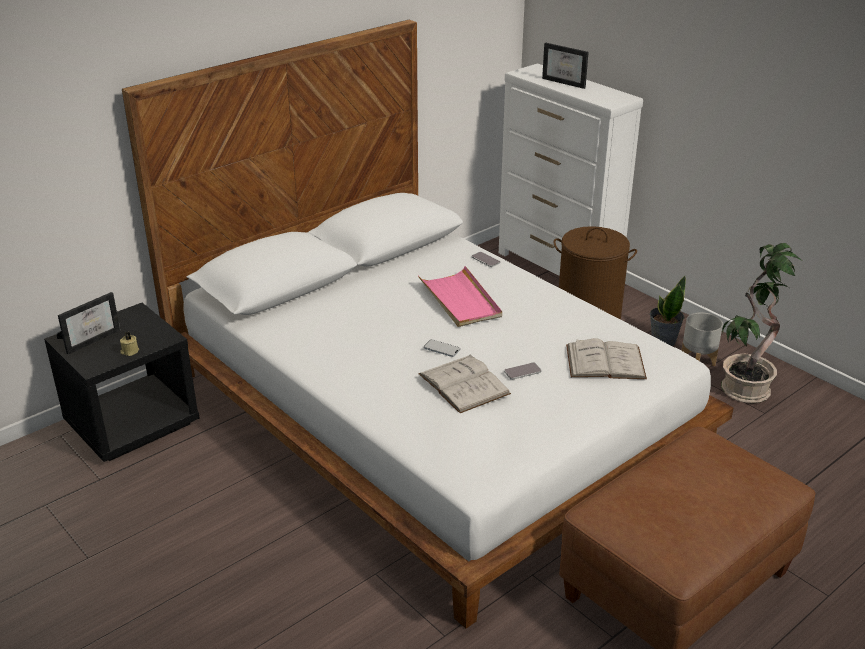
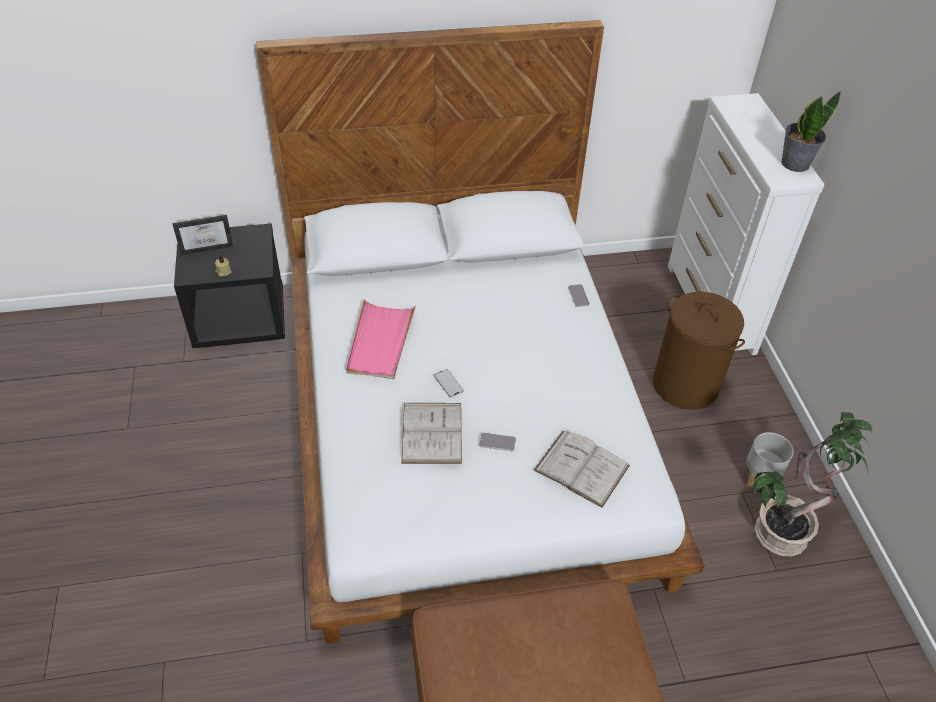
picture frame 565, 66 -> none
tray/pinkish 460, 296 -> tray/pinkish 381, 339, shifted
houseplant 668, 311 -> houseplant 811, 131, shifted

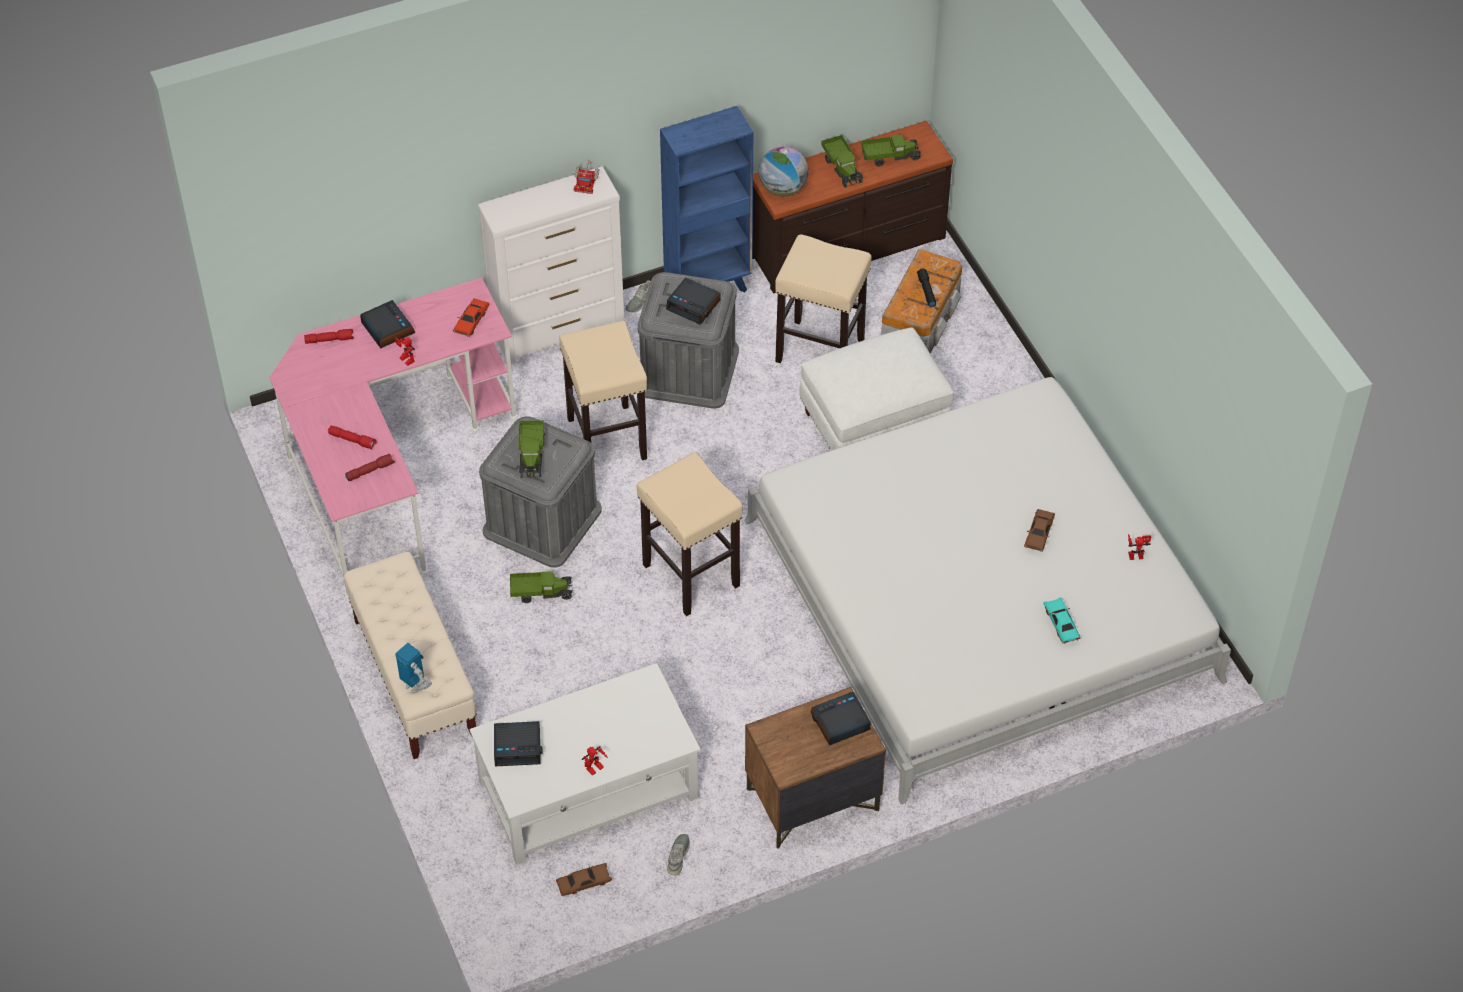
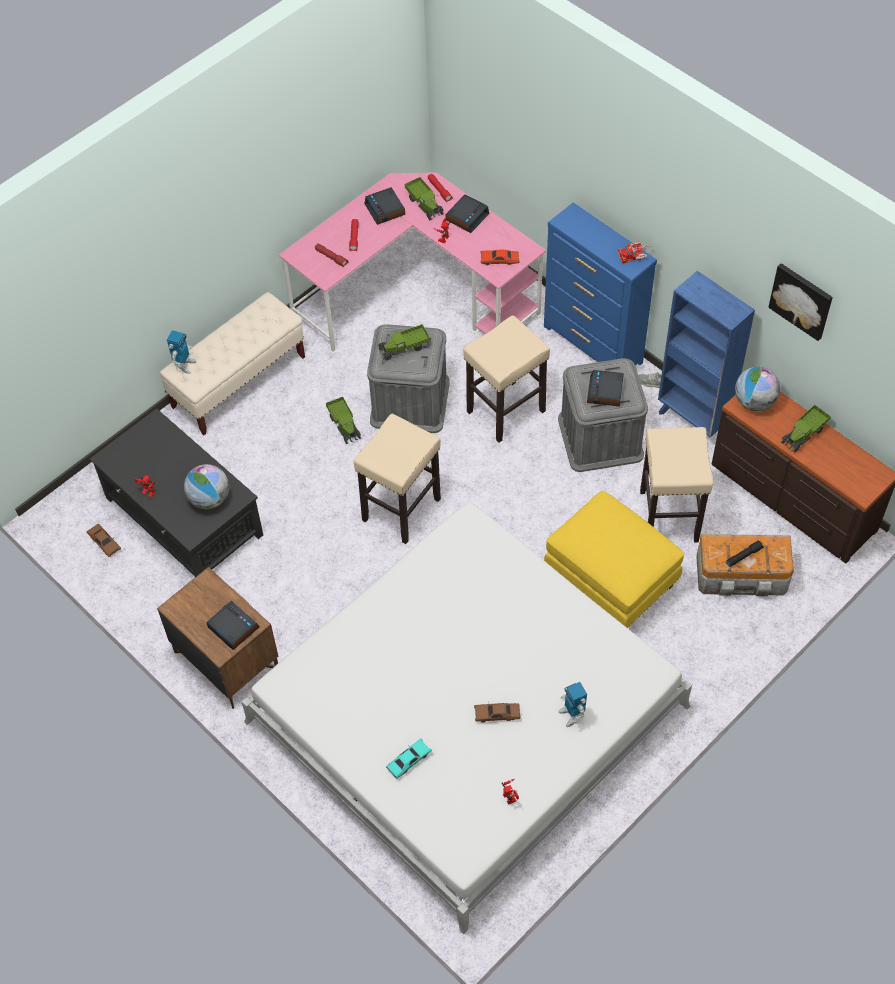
low shoe/gray 678, 854 -> none
none -> world globe 206, 486
none -> robot figure 572, 704
none -> wall art 800, 302
alarm clock 518, 743 -> alarm clock 384, 206, shifted
toy lorry 891, 151 -> toy lorry 423, 198, shifted
low table/whitish 584, 764 -> low table/blackish 176, 492
drawer chest/whitish 551, 265 -> drawer chest/blue 600, 283
ottoman/whitish 877, 388 -> ottoman/yellow-coloured 614, 559

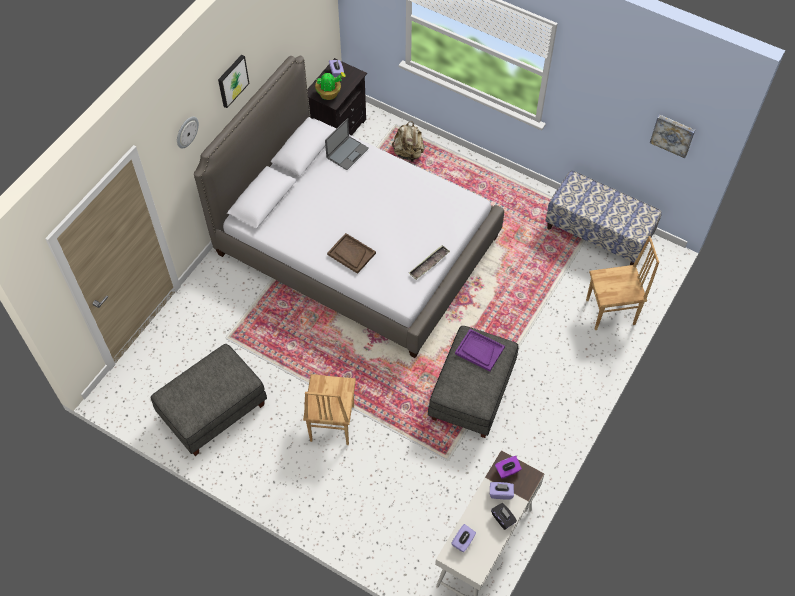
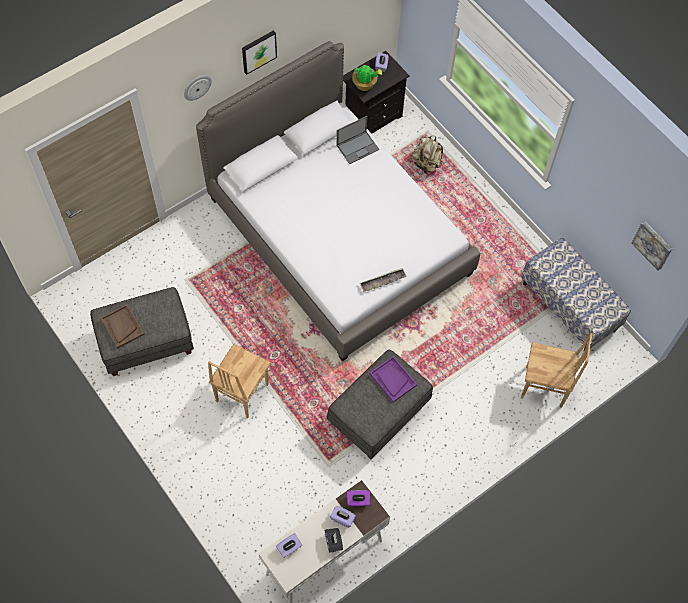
tray/brownish 351, 253 -> tray/brownish 122, 326, shifted

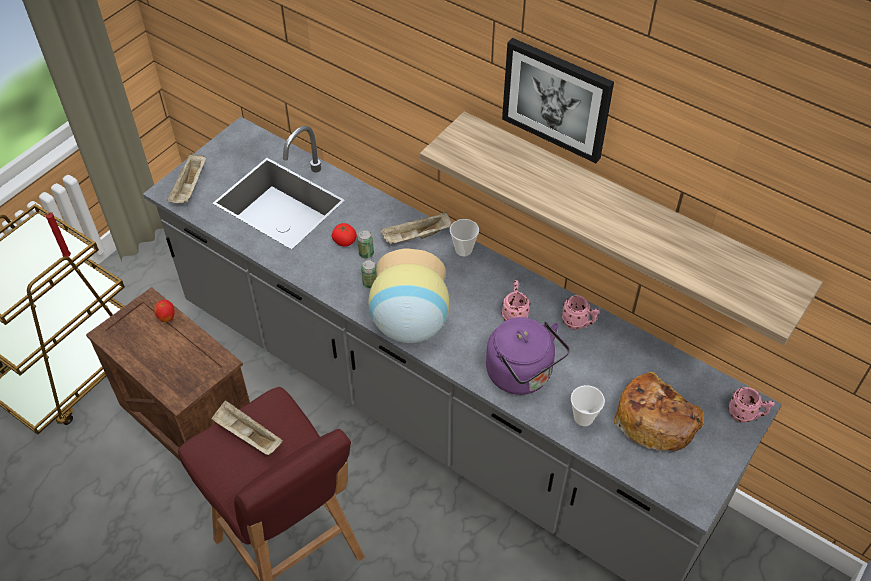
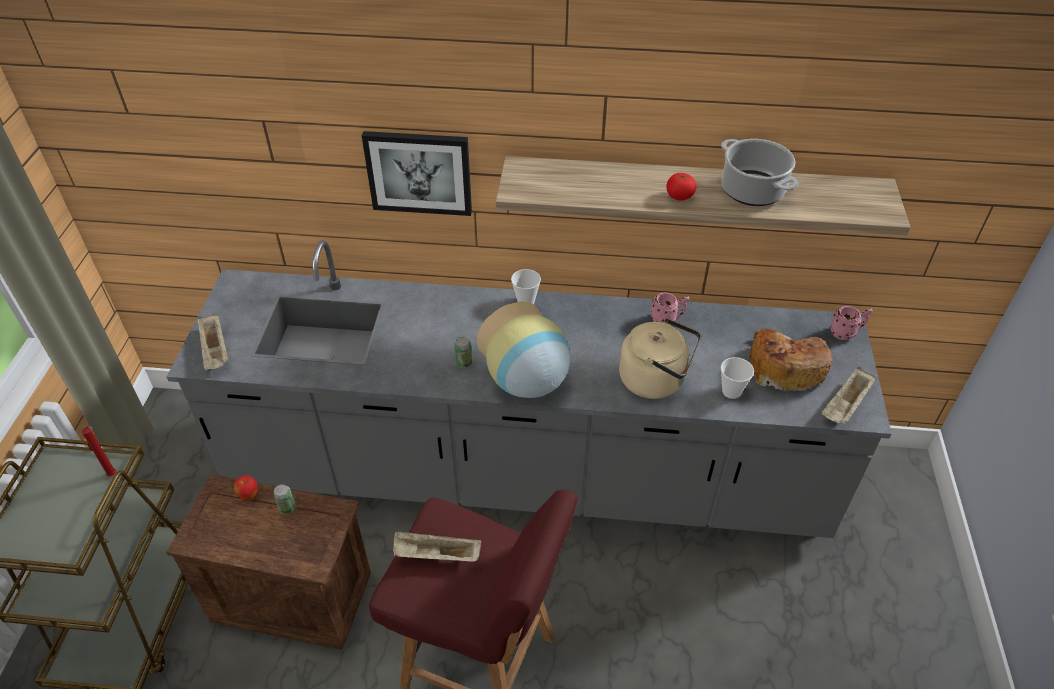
coffee mug/pinkish 516, 300 -> none
none -> cooking pot 759, 172
fresh tomato 344, 235 -> fresh tomato 681, 186, shifted
metal can 365, 244 -> metal can 284, 499, shifted
tray/beige 416, 228 -> tray/beige 848, 395, shifted
wall art 558, 100 -> wall art 417, 173, shifted
tea kettle/purplish 528, 356 -> tea kettle/beige 660, 358

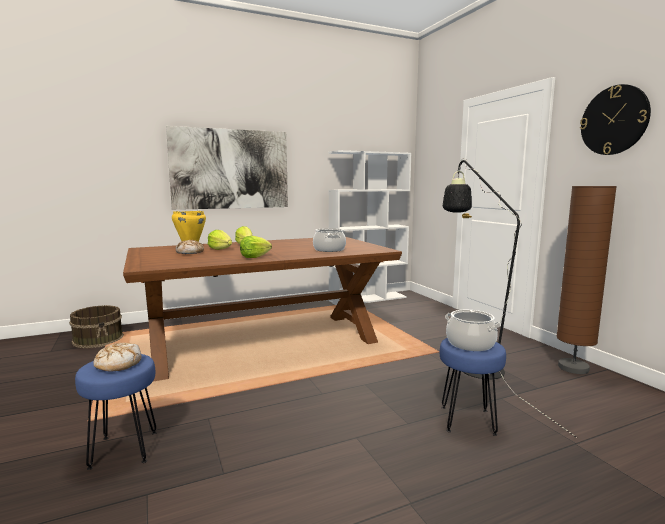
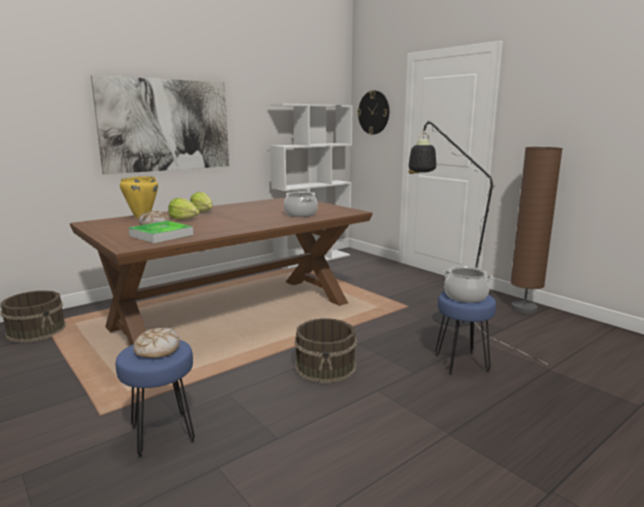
lettuce head 256, 247 -> none
none -> tray 161, 232
none -> bucket/brownish 326, 350
wall clock 615, 119 -> wall clock 373, 113, shifted

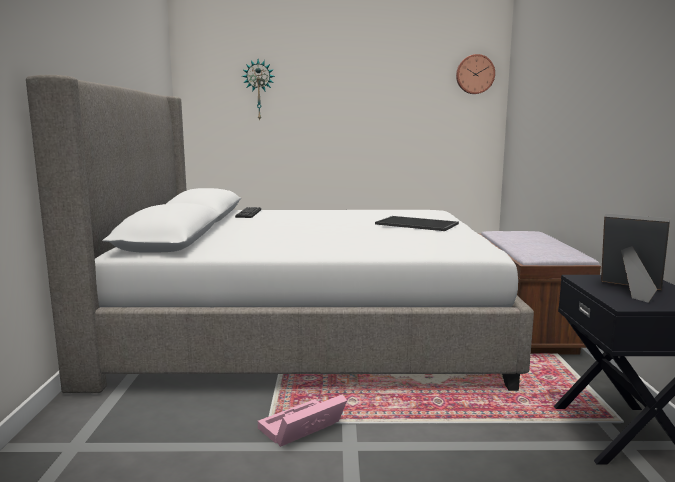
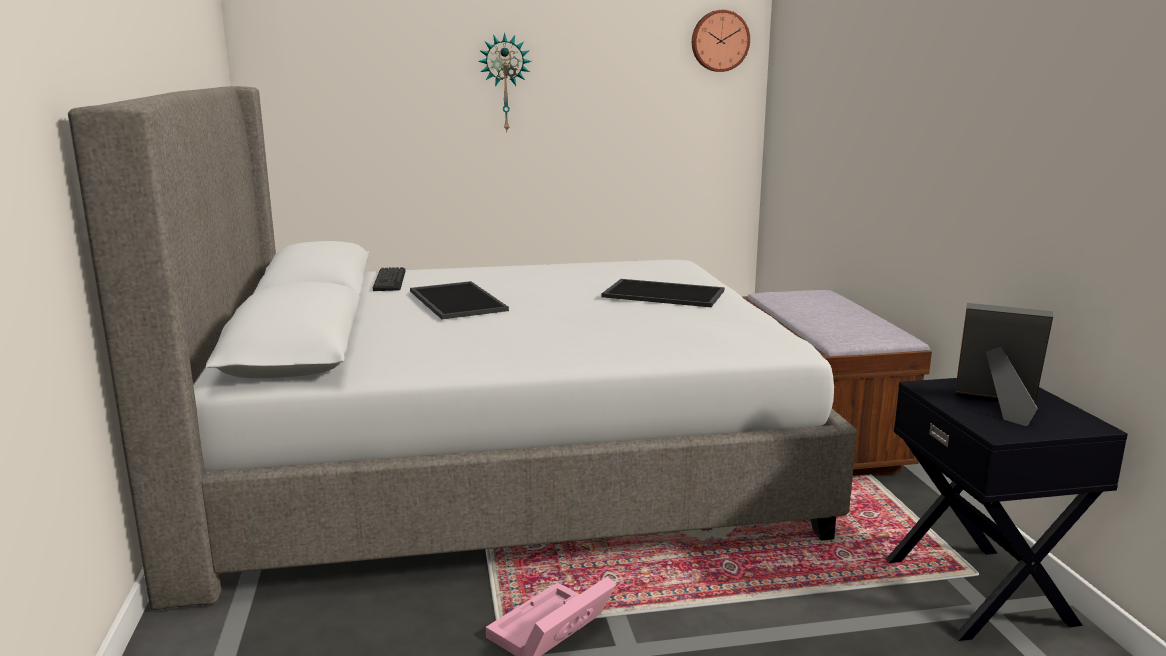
none -> tray 459, 300
wall clock 258, 89 -> wall clock 505, 83, shifted

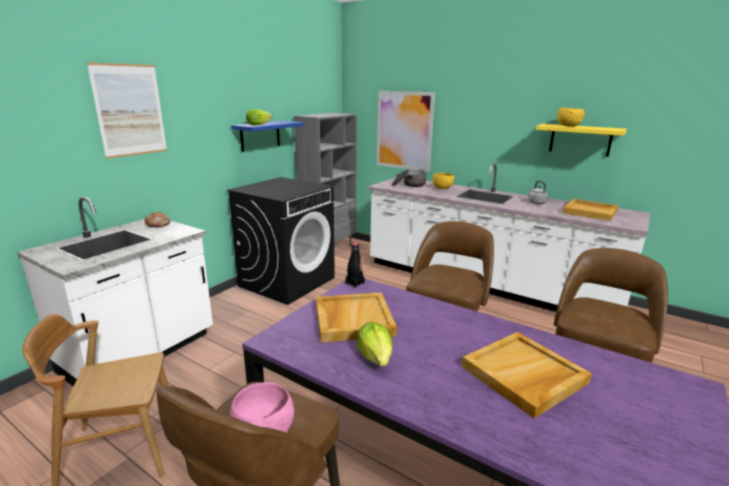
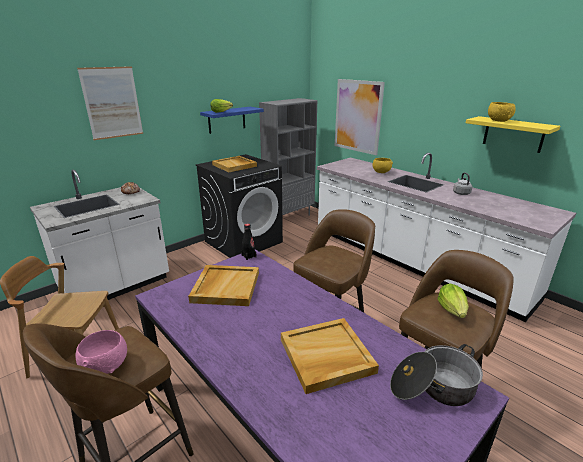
lettuce head 374, 344 -> lettuce head 453, 300, shifted
cooking pot 409, 178 -> cooking pot 436, 375, shifted
tray/beige 590, 210 -> tray/beige 234, 164, shifted

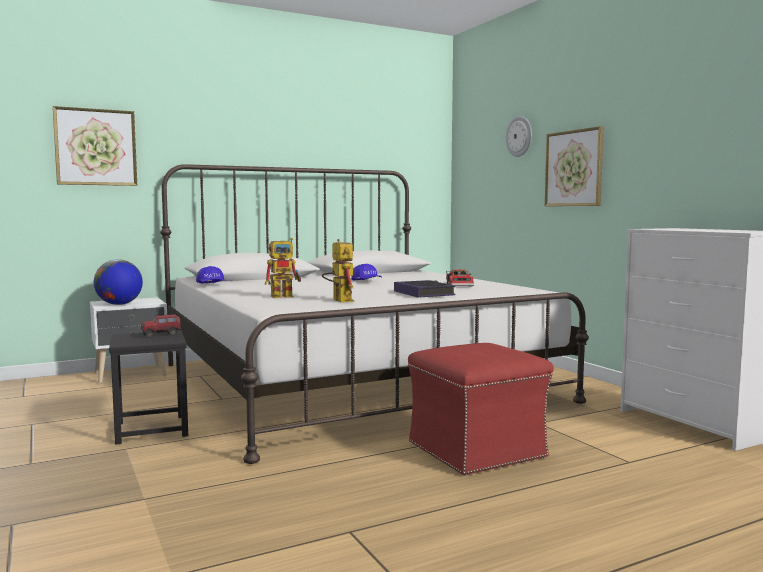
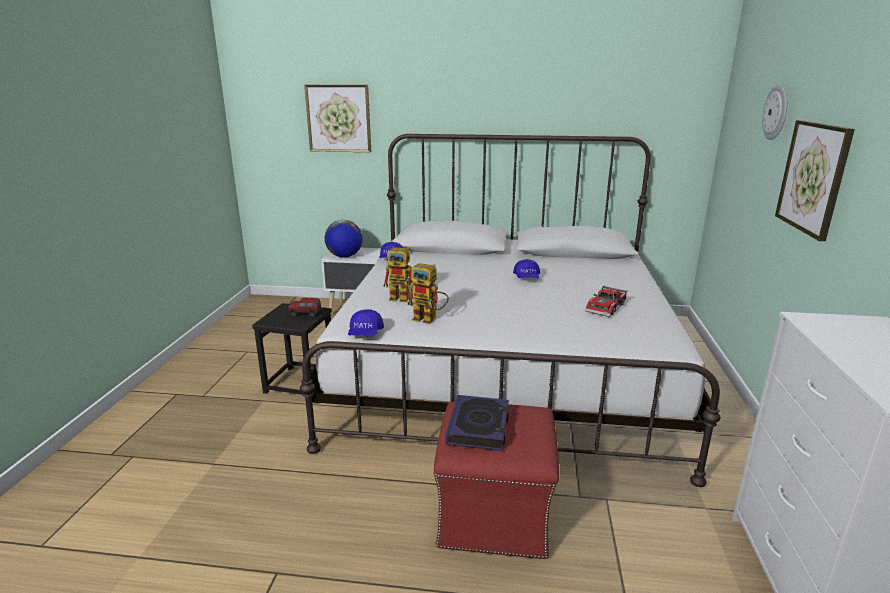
none -> baseball cap/blue 366, 323
volume 425, 289 -> volume 477, 423, shifted
robot figure 338, 271 -> robot figure 428, 293, 105 degrees clockwise

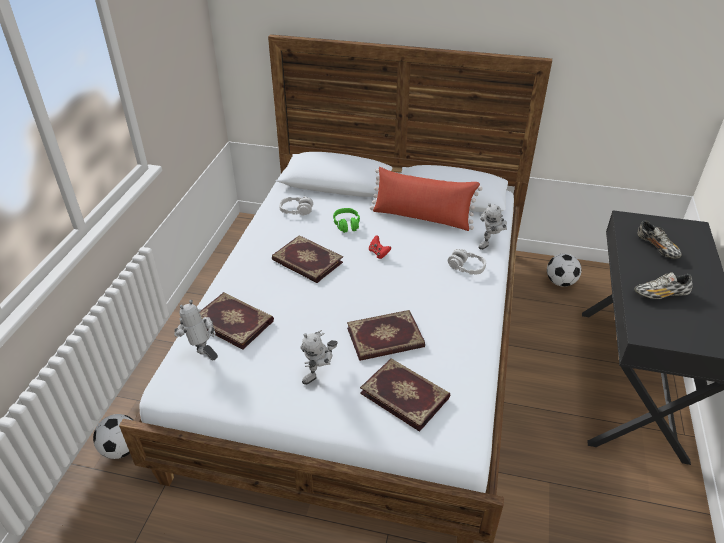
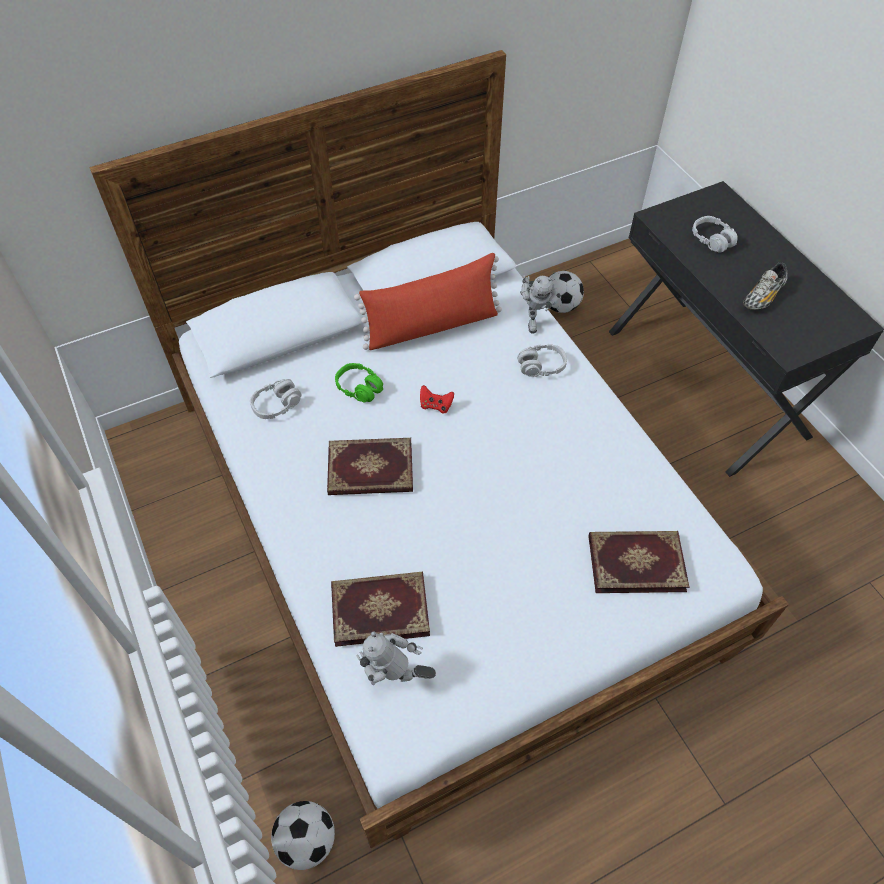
robot figure 319, 357 -> none
volume 386, 335 -> none
low shoe 659, 239 -> headset/gray 715, 234

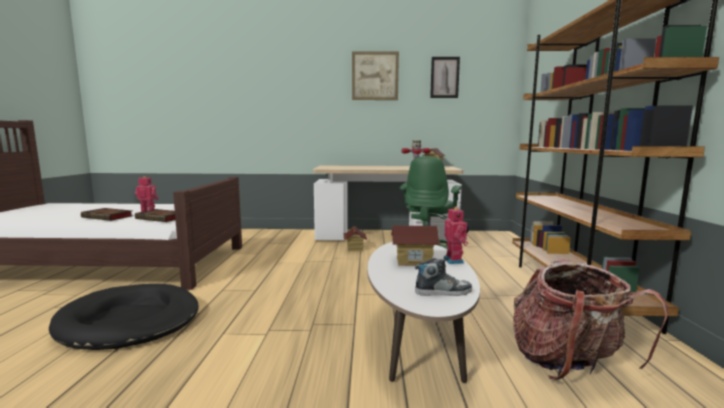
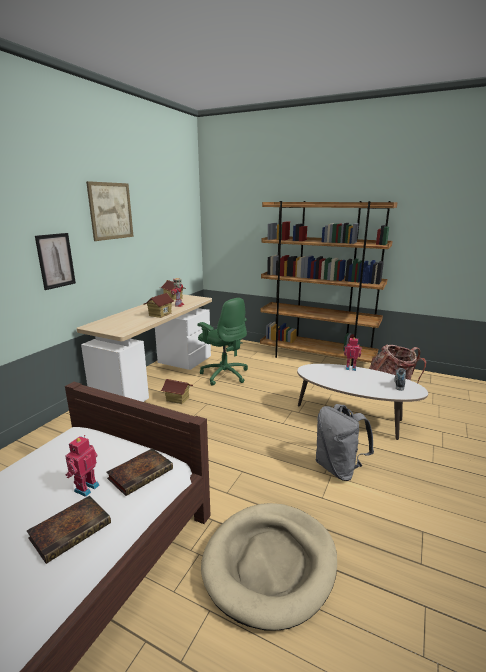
none -> knapsack/gray 345, 442
miniature house 415, 246 -> miniature house 159, 305, shifted
wall art 445, 77 -> wall art 55, 261, shifted
dog cushion/blackish 124, 317 -> dog cushion/beige 269, 567

